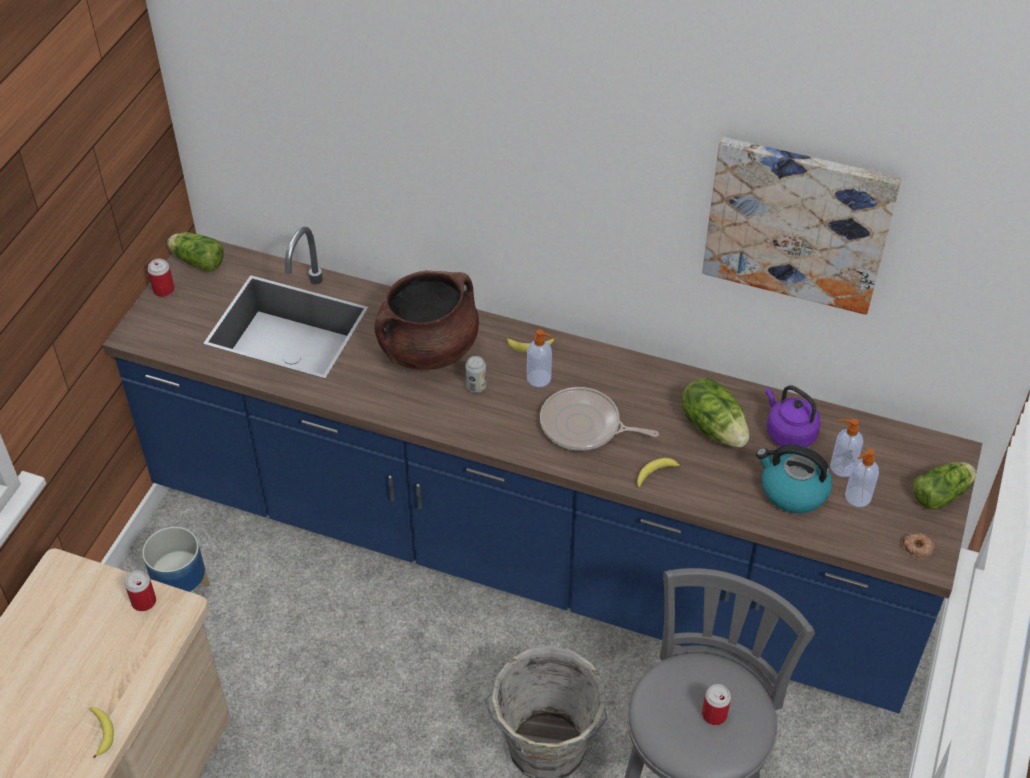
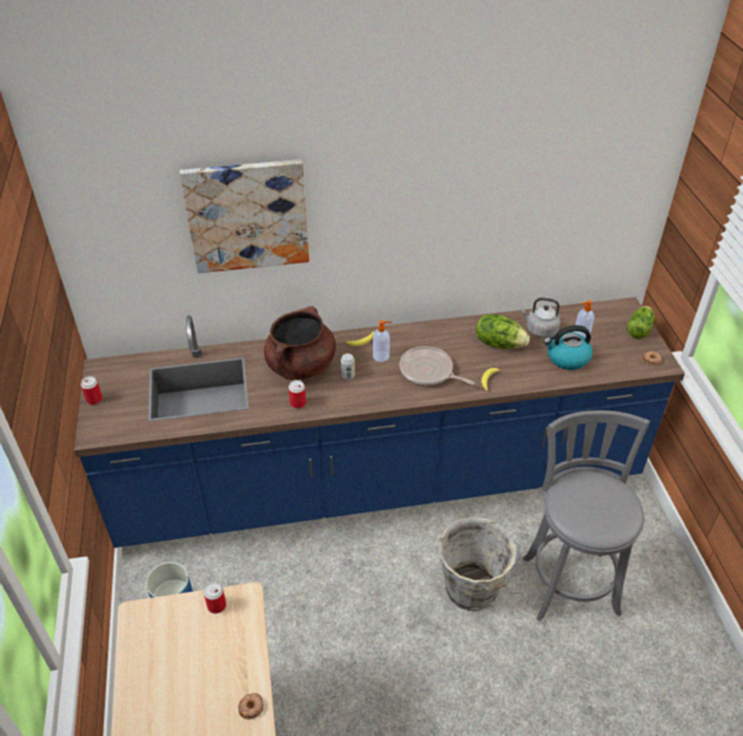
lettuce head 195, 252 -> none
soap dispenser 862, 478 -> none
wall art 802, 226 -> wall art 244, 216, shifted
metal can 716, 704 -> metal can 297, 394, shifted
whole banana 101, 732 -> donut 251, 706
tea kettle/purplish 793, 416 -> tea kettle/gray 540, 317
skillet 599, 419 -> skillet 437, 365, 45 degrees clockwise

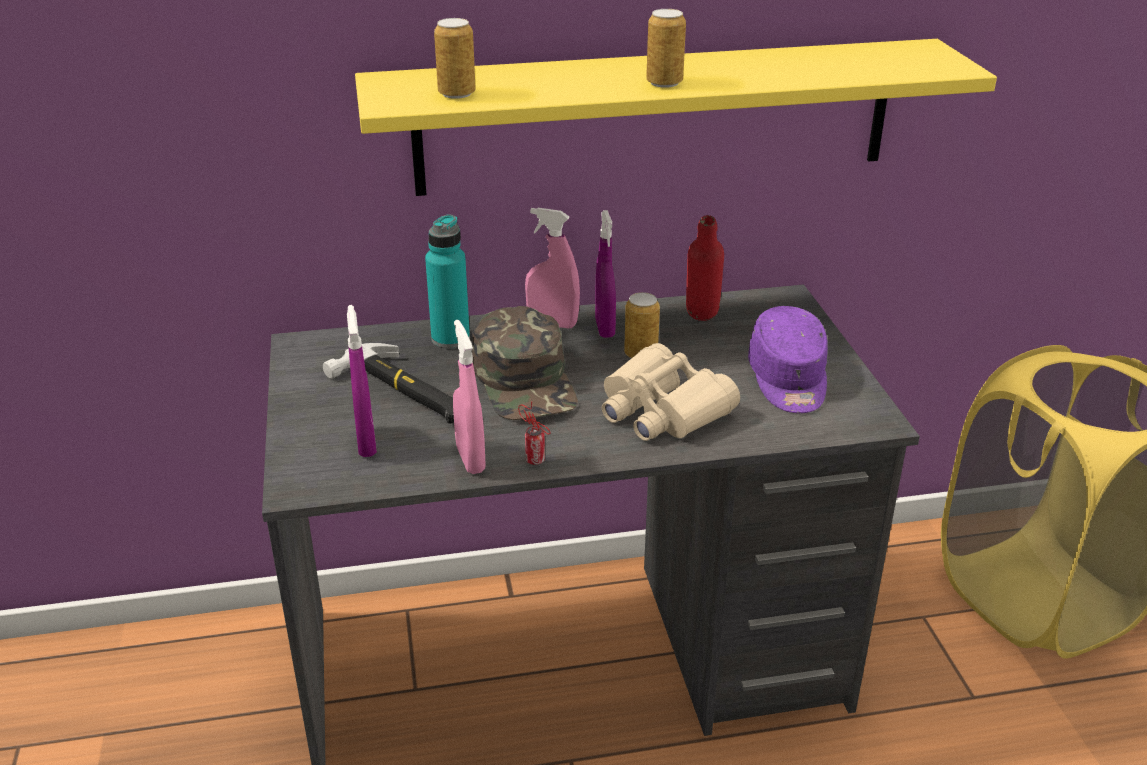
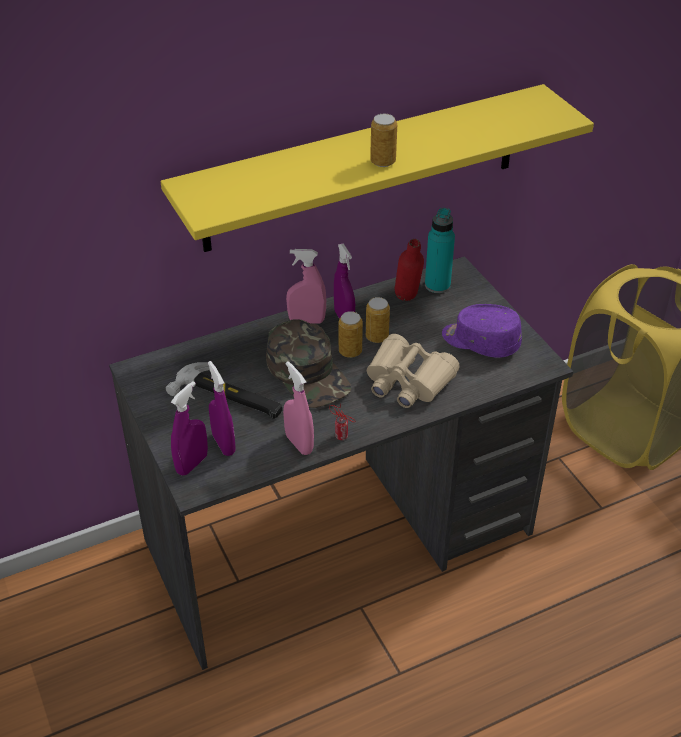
none -> spray bottle/purplish 189, 428
drink bottle/turquoise 447, 281 -> drink bottle/turquoise 440, 250, shifted
metal can 455, 58 -> metal can 351, 334, shifted
baseball cap/purplish 788, 359 -> baseball cap/purplish 482, 331, 135 degrees clockwise

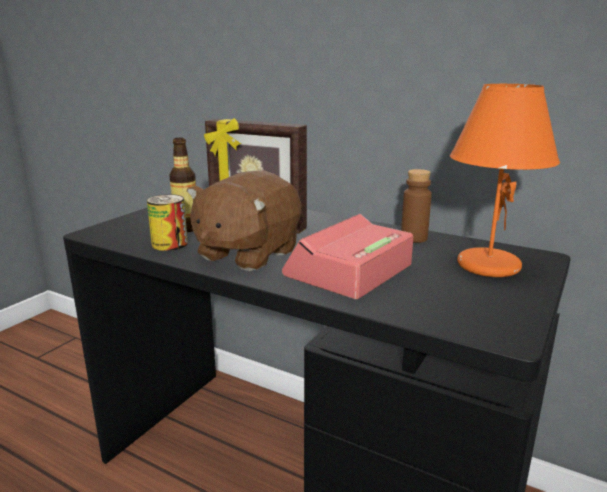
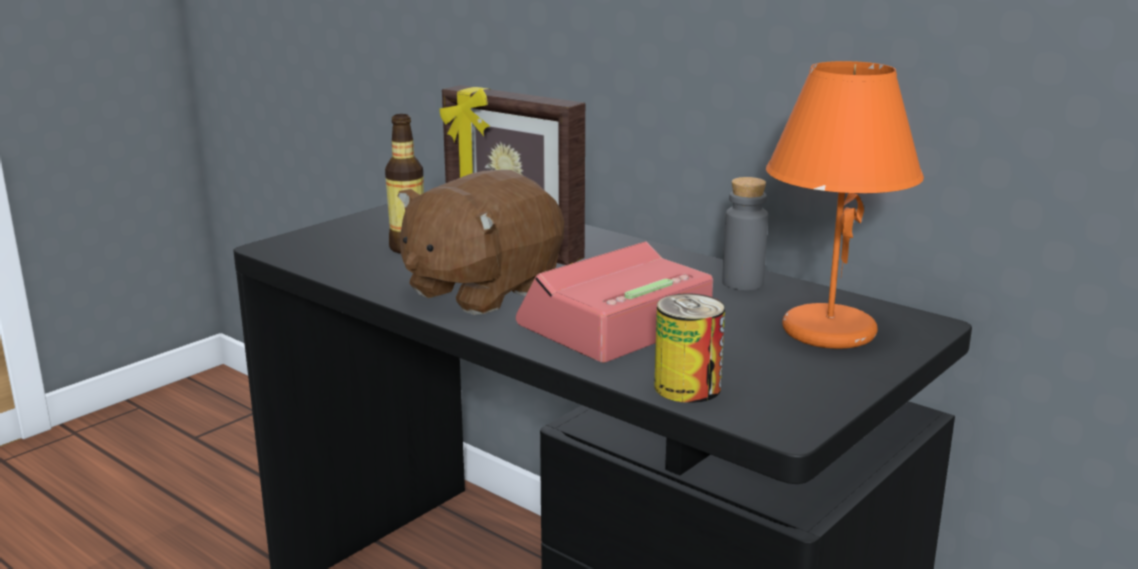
metal can 167, 222 -> metal can 689, 348, shifted
drink bottle/brownish 416, 206 -> drink bottle/gray 745, 233

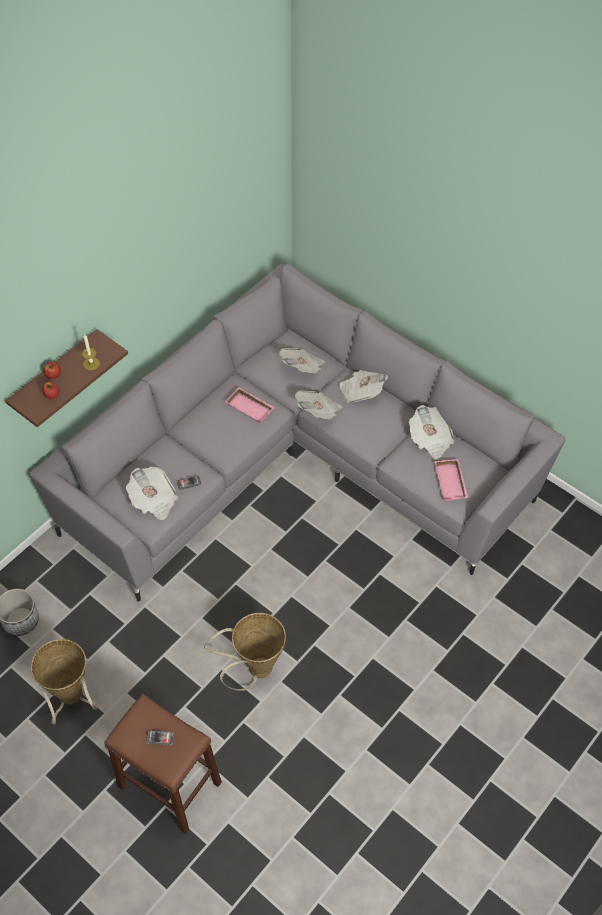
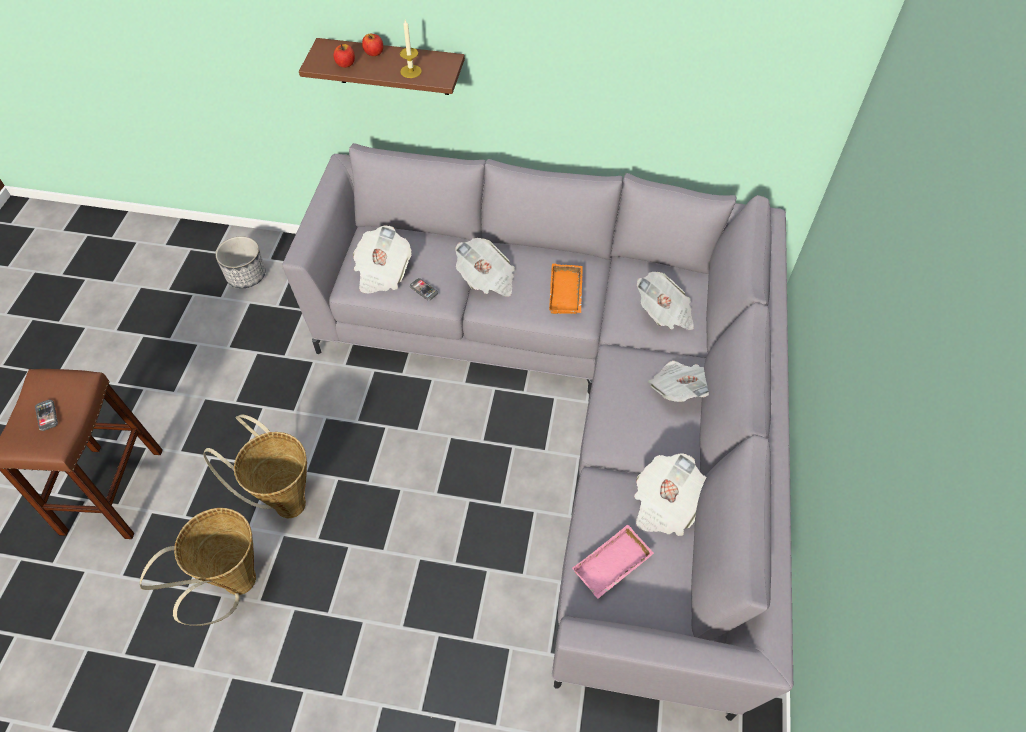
basket 64, 682 -> basket 198, 567, shifted
daily paper 318, 405 -> daily paper 485, 267, shifted
tray/pinkish 250, 405 -> tray/orange 566, 289

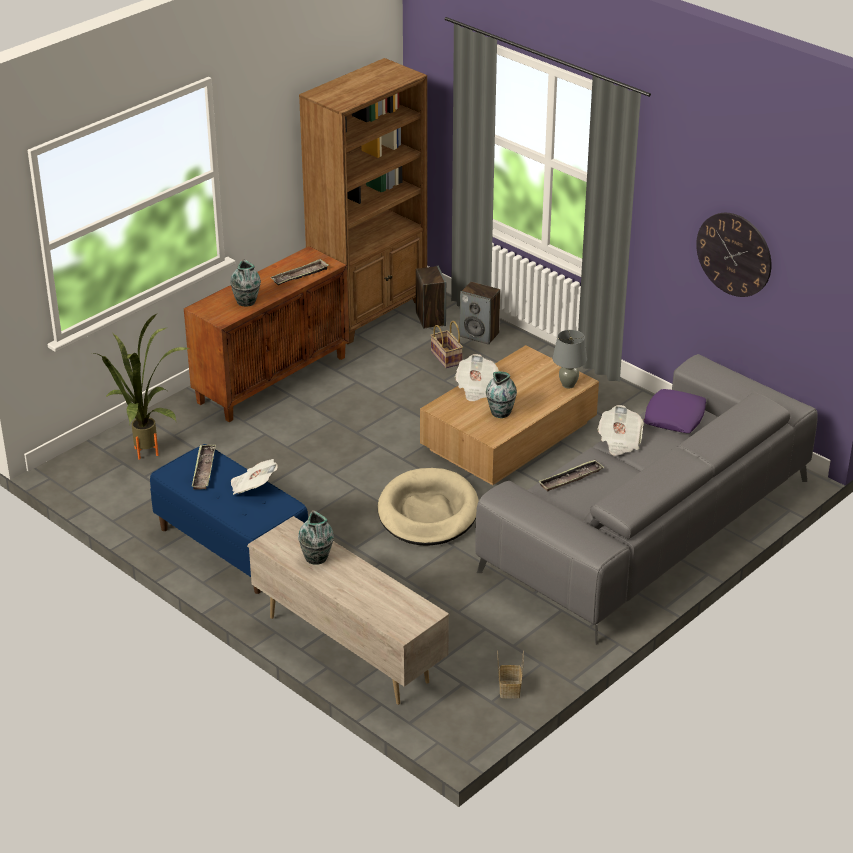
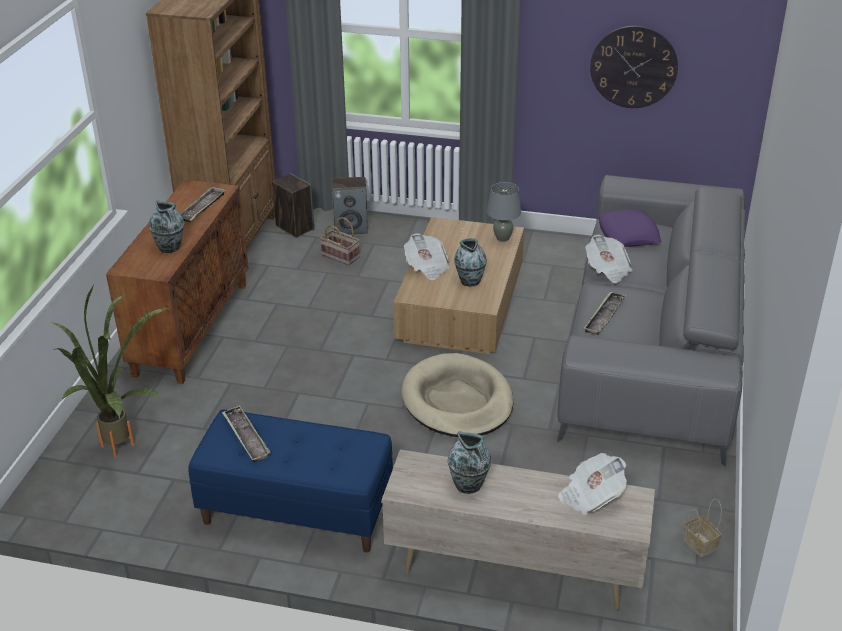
daily paper 254, 477 -> daily paper 592, 484, shifted

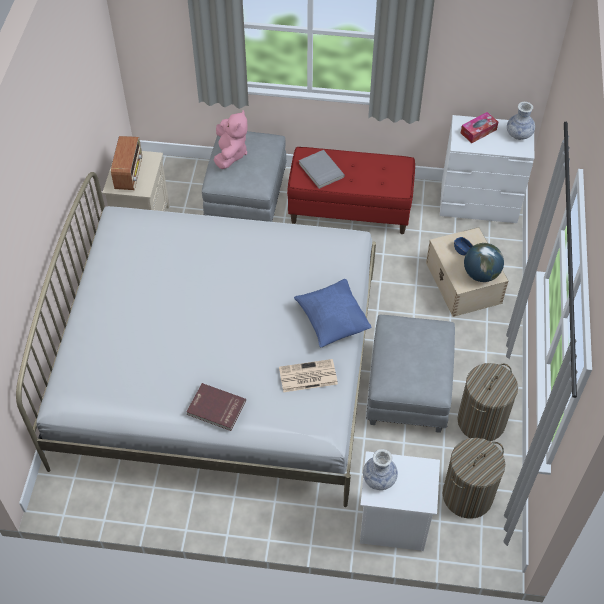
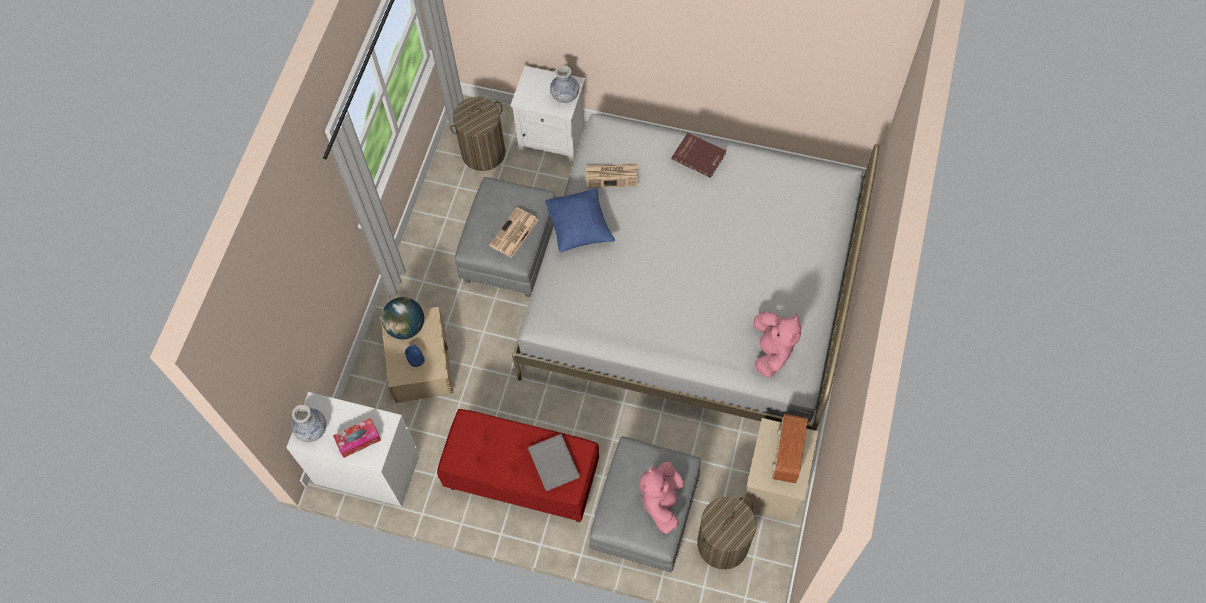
none -> daily paper 514, 232
none -> cuddly toy/pinkish 777, 345
hamper 487, 402 -> hamper 726, 533, shifted

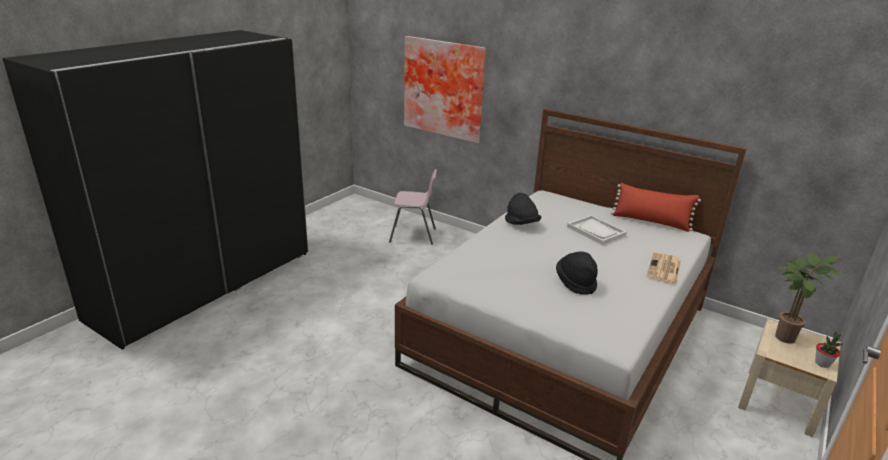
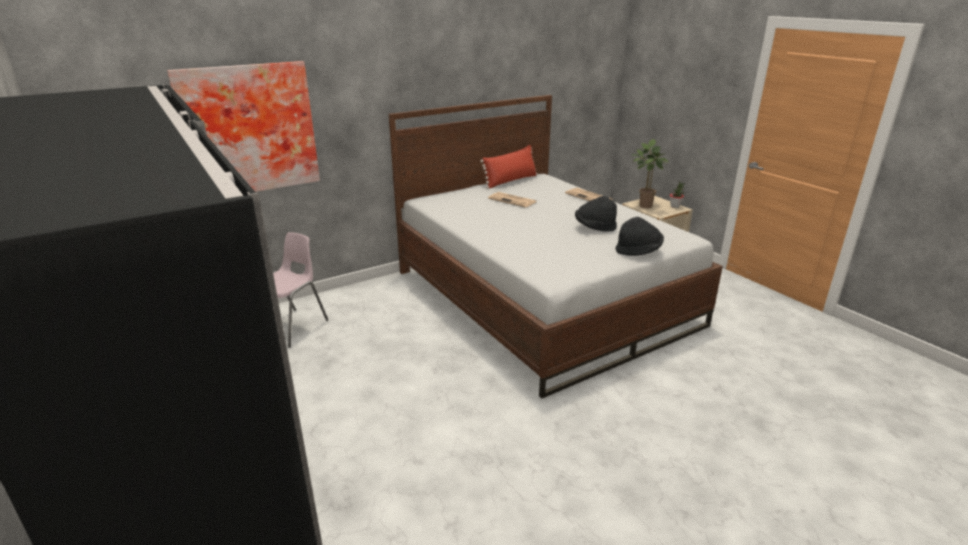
wearable hat/blackish 523, 209 -> wearable hat/blackish 639, 236, shifted
tray/whitish 597, 230 -> daily paper 512, 200

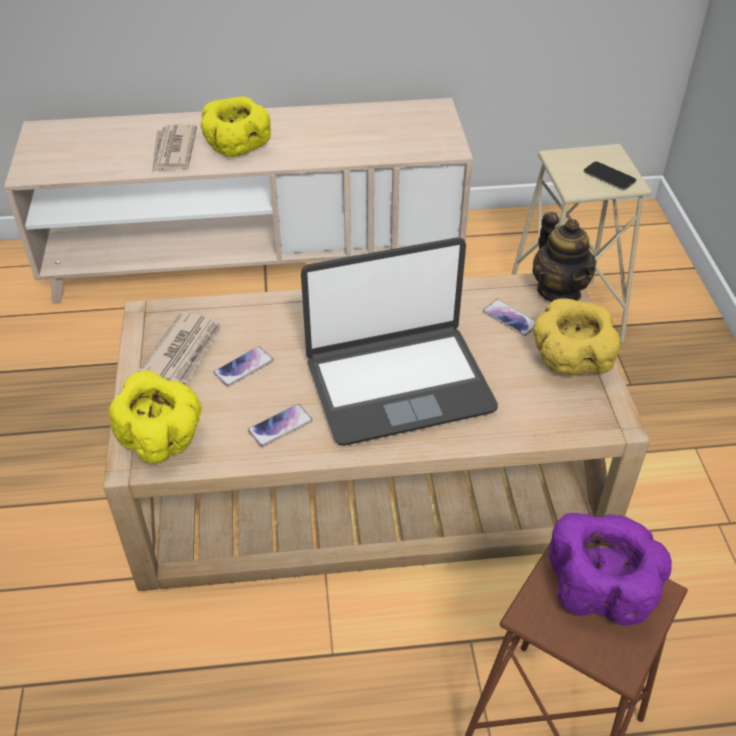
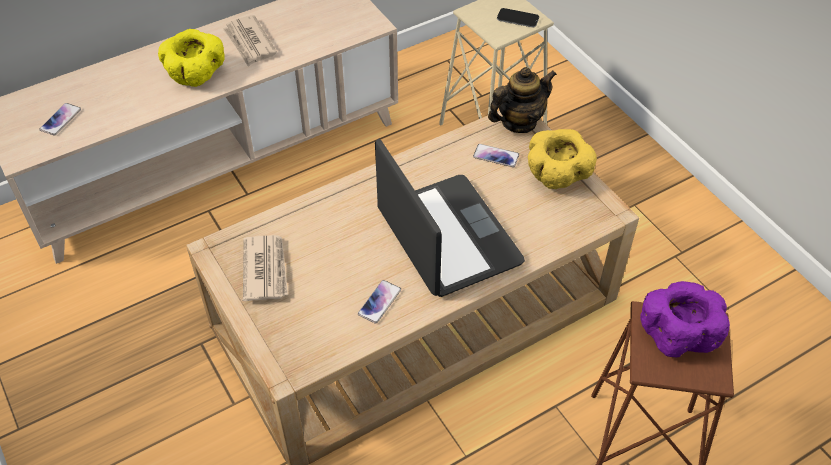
serving bowl/yellow-coloured 155, 417 -> none
daily paper 174, 148 -> daily paper 250, 41, shifted
handset 243, 366 -> handset 60, 119, shifted
laptop 399, 341 -> laptop 450, 218, 75 degrees counterclockwise
teapot 564, 257 -> teapot 522, 100, 75 degrees counterclockwise

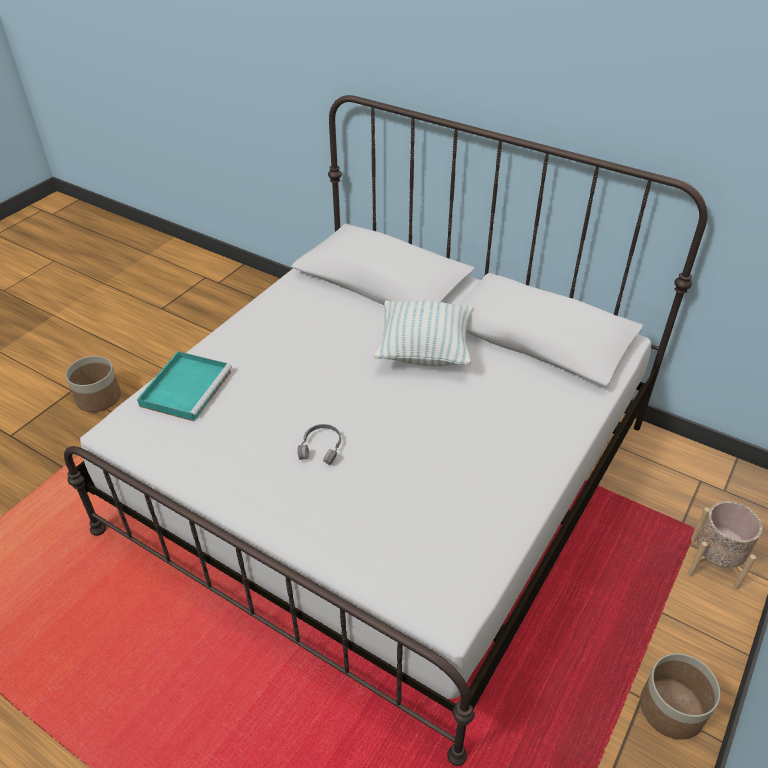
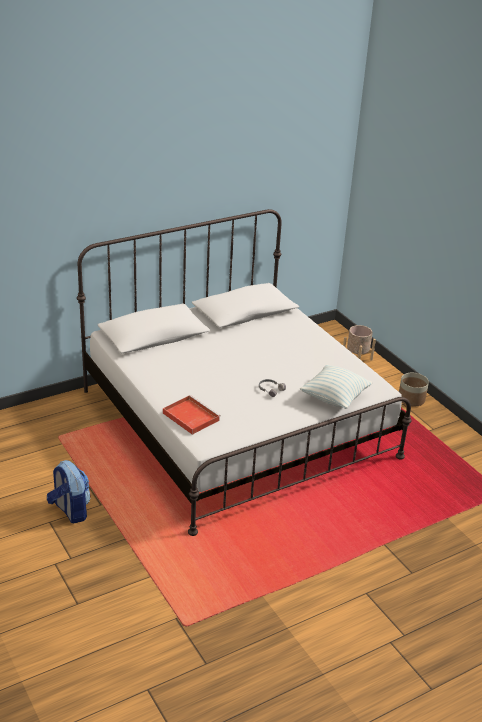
pillow 423, 333 -> pillow 336, 386, shifted
flower pot 93, 384 -> knapsack 68, 491
tray/turquoise 184, 386 -> tray/reddish 192, 415

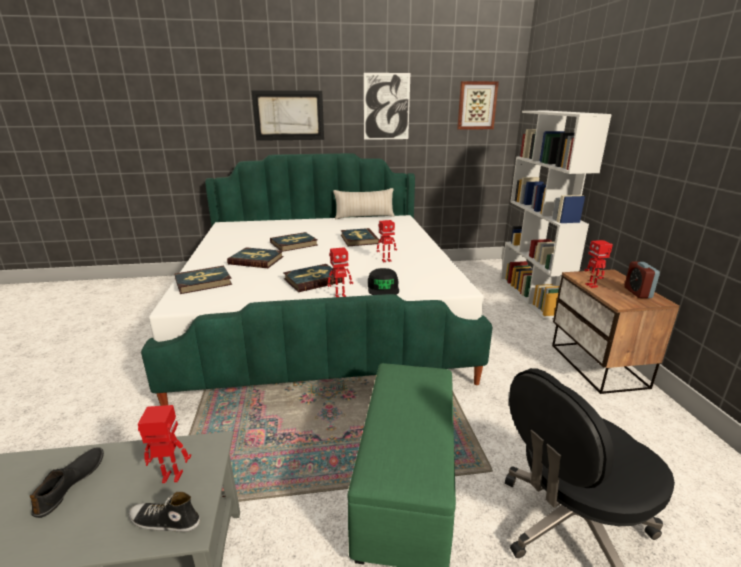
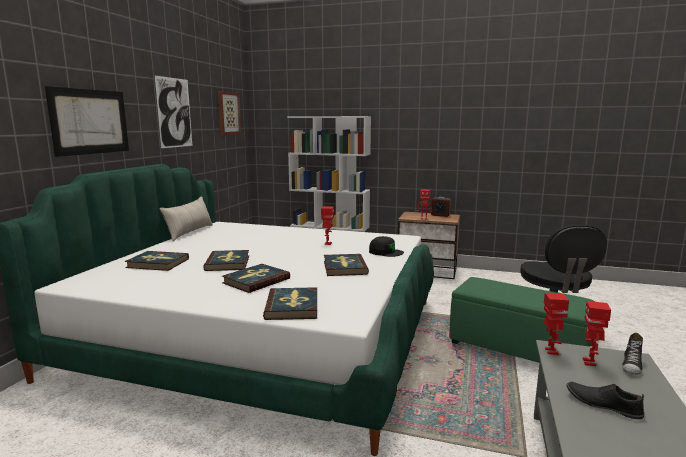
robot figure 340, 272 -> robot figure 556, 324, shifted
volume 360, 237 -> volume 157, 261, shifted

